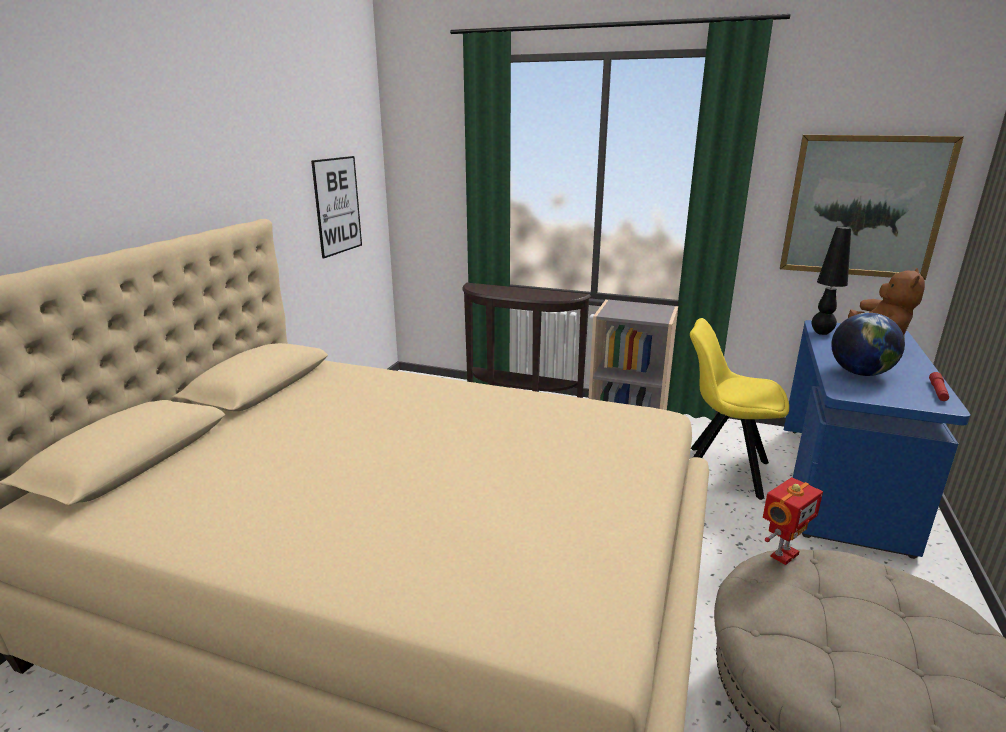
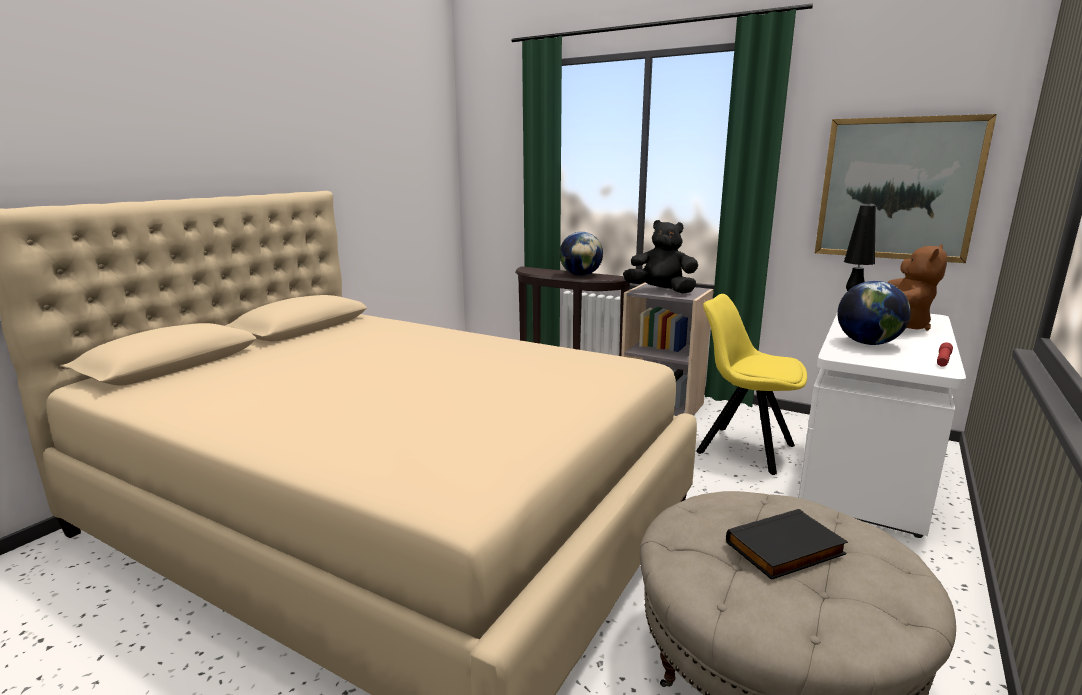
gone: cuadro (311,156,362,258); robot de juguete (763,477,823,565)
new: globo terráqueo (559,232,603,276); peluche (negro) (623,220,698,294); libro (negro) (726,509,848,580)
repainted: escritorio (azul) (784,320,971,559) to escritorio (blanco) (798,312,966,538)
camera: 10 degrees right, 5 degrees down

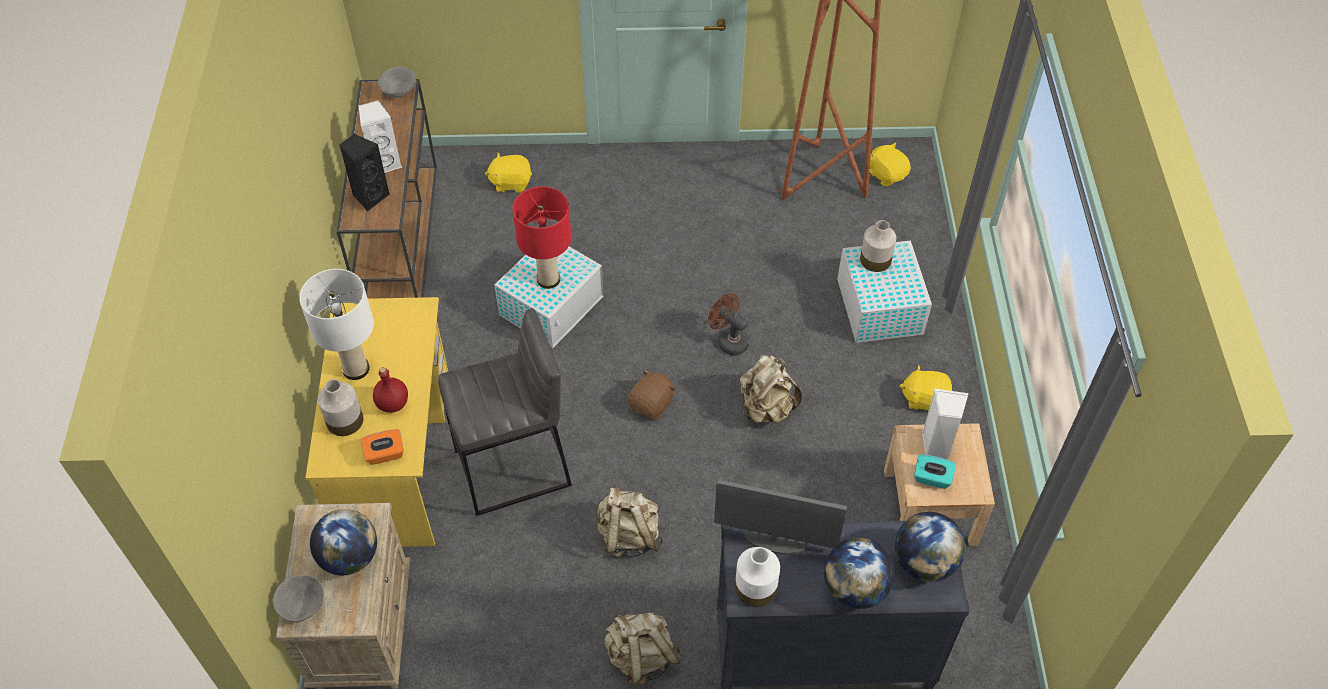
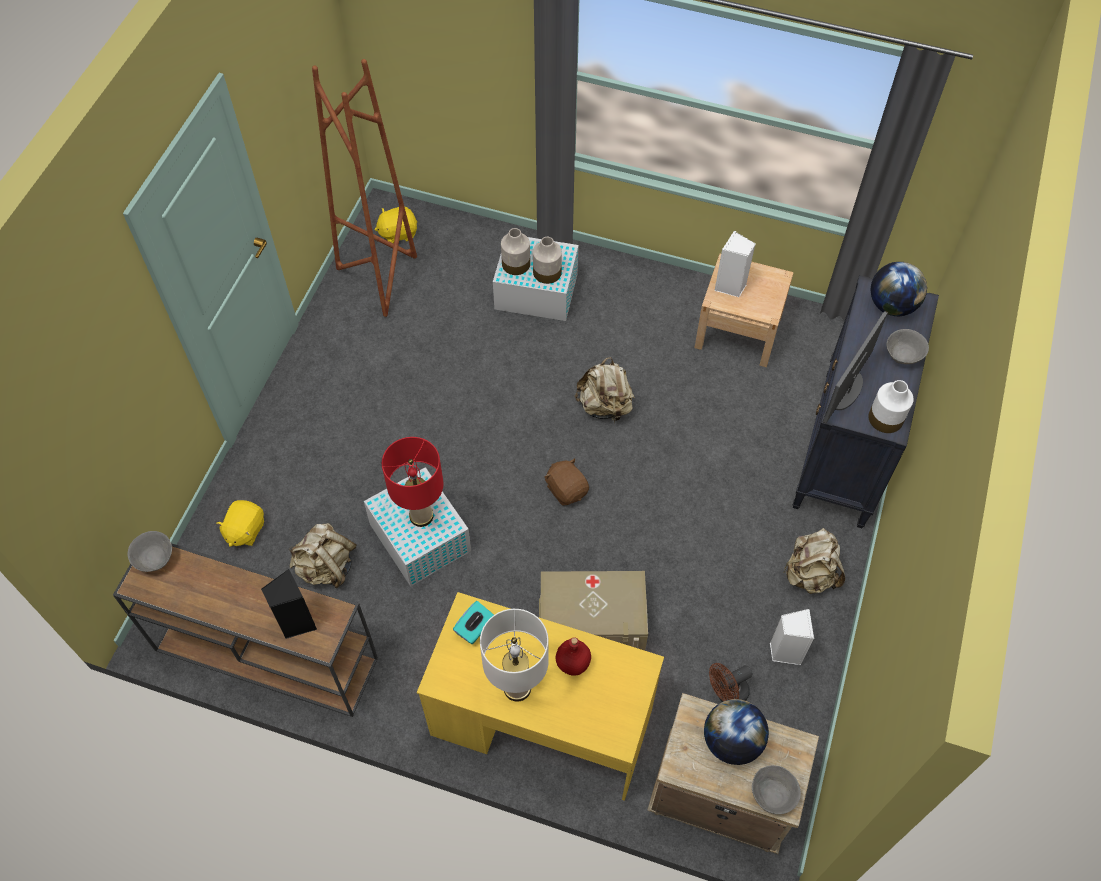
gone: caja de pañuelos (naranja) (360,429,404,465); peluche (amarillo) (900,365,952,410)
shifted: mochila (beis) (597,485,663,557) to (289,523,357,588); caja de pañuelos (turquesa) (914,454,956,489) to (453,601,494,644); florero (beis) (318,379,364,436) to (533,237,562,284); ventilador (marrón) (708,293,749,356) to (709,663,753,702); altavoz (blanco) (359,100,402,173) to (770,609,814,665)
swapped: taburete (gris) (438,308,572,516) to caja de almacenaje (beis) (539,571,648,651); globo terráqueo (824,538,895,609) to cuenco (gris) (886,329,929,364)
camera: 70 degrees left, 5 degrees up

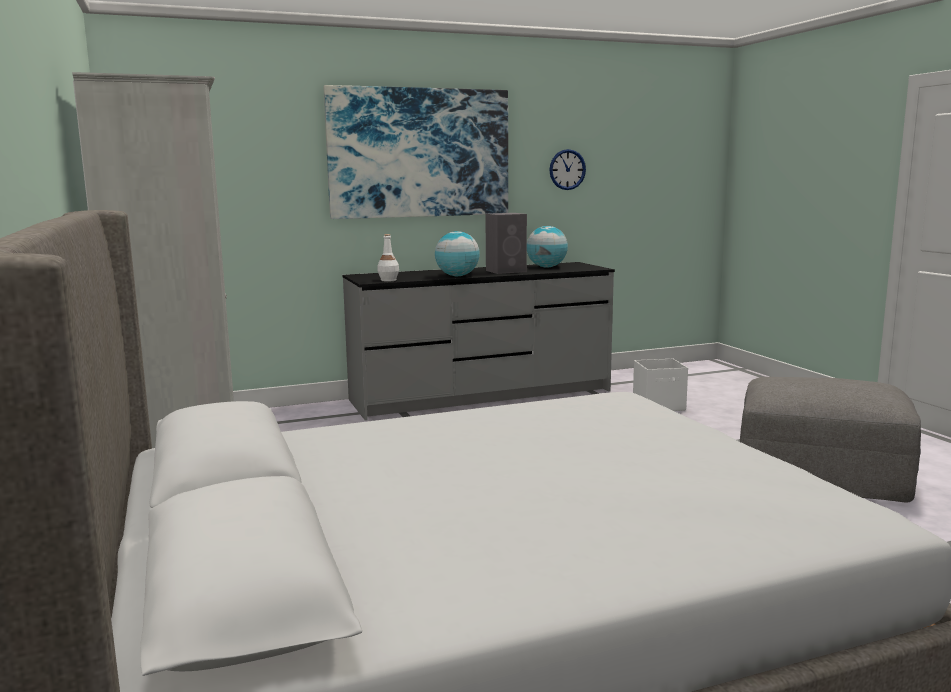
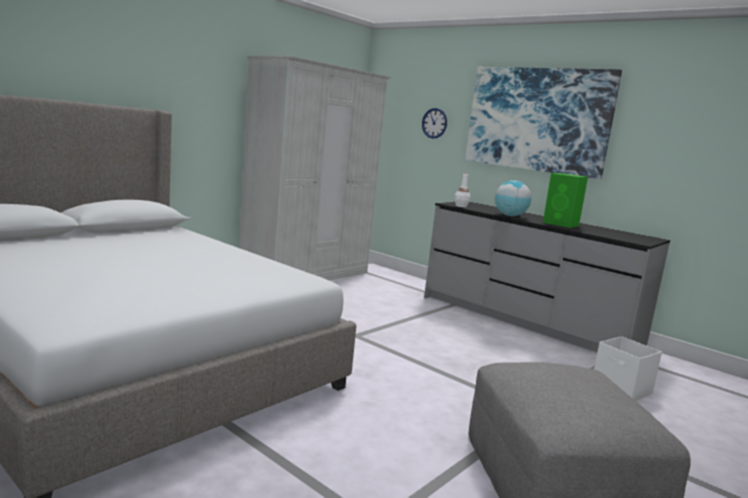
gone: globo terráqueo (527,226,568,267)
shifted: reloj de pared (549,149,586,190) to (422,108,447,138)
repainted: altavoz (gris) (485,213,527,274) to altavoz (verde) (543,173,588,228)
camera: 60 degrees right, 0 degrees up

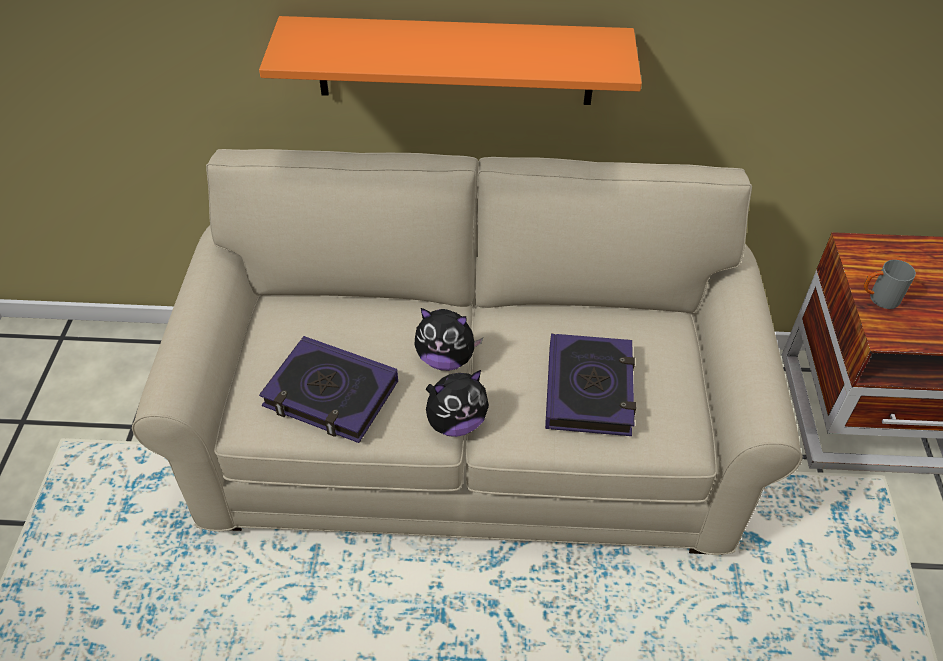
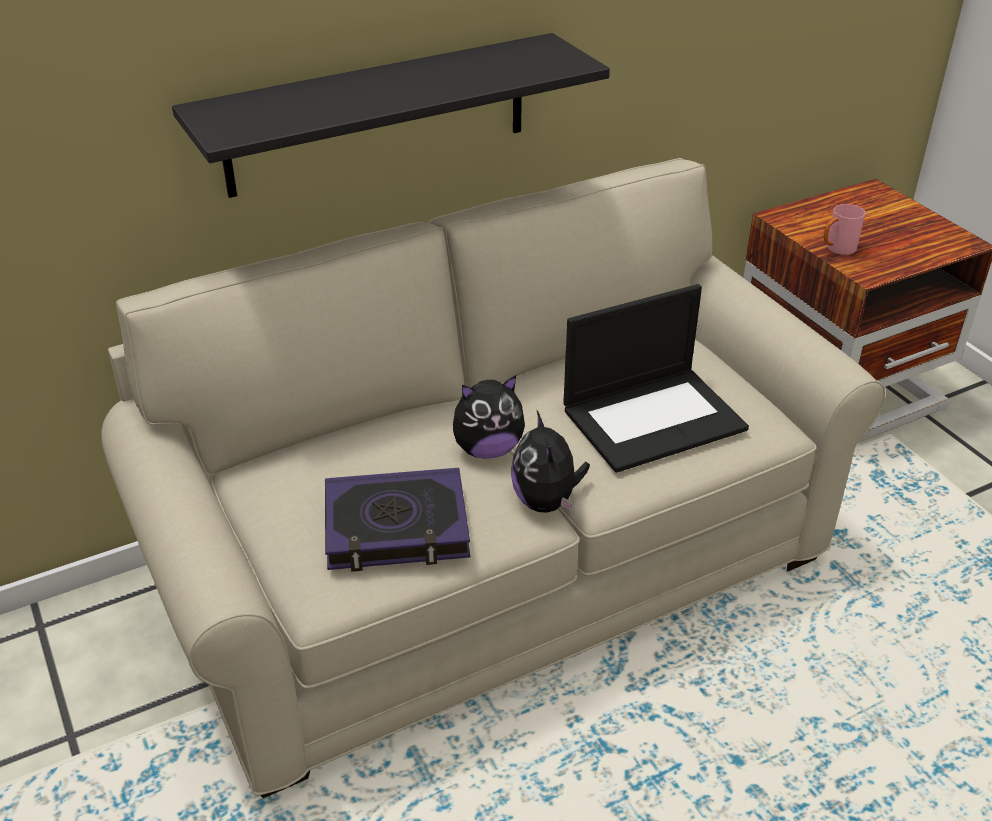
swapped: libro (545,334,636,436) to portátil (563,284,749,473)
repainted: estante (naranja) (259,16,642,105) to estante (negro) (172,33,610,198); taza grande (gris) (864,260,916,309) to taza grande (rosa) (824,204,865,255)
rotated: peluche (426,370,489,437) = (511,411,590,513) 135 degrees clockwise
camera: 30 degrees left, 10 degrees down

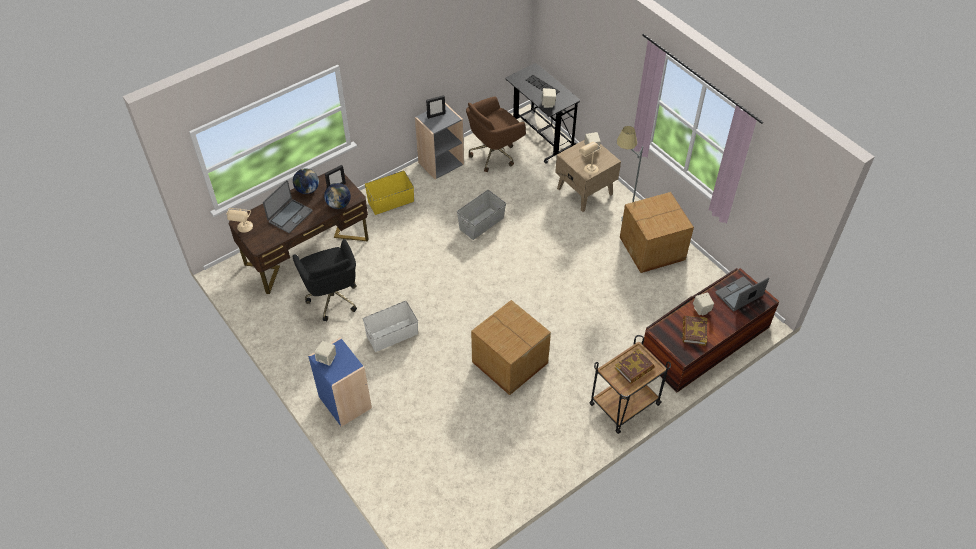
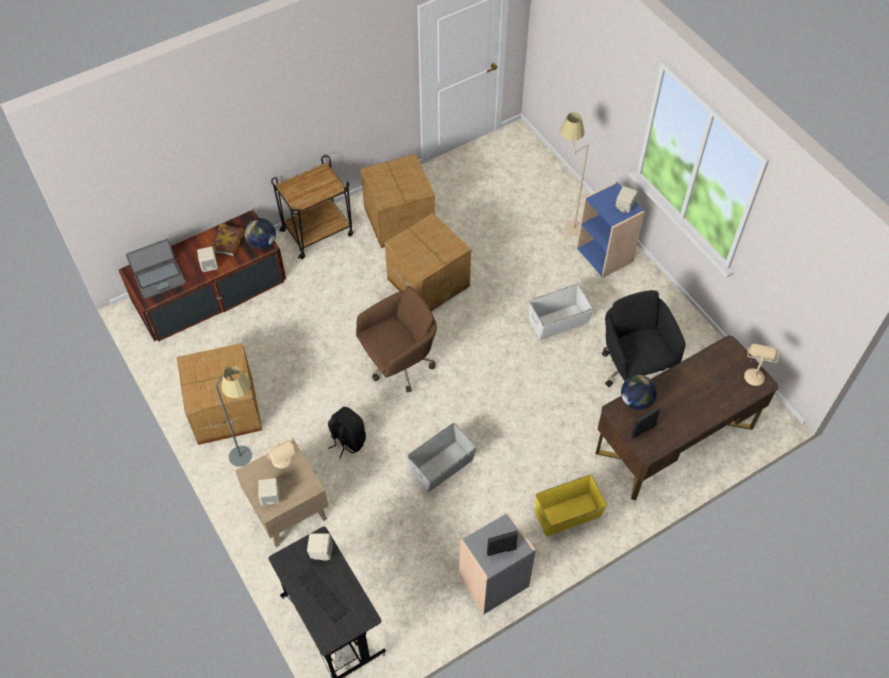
gone: portátil (263,180,313,233); libro (615,349,655,384)
new: mochila (negro) (328,407,366,458); caja de cartón (360,154,435,248); lámpara de pie (beis) (560,112,589,236)
shifted: globo terráqueo (293,168,319,194) to (245,218,276,249); silla de oficina (marrón) (466,96,526,172) to (356,286,437,393)
camera: 175 degrees left, 5 degrees up

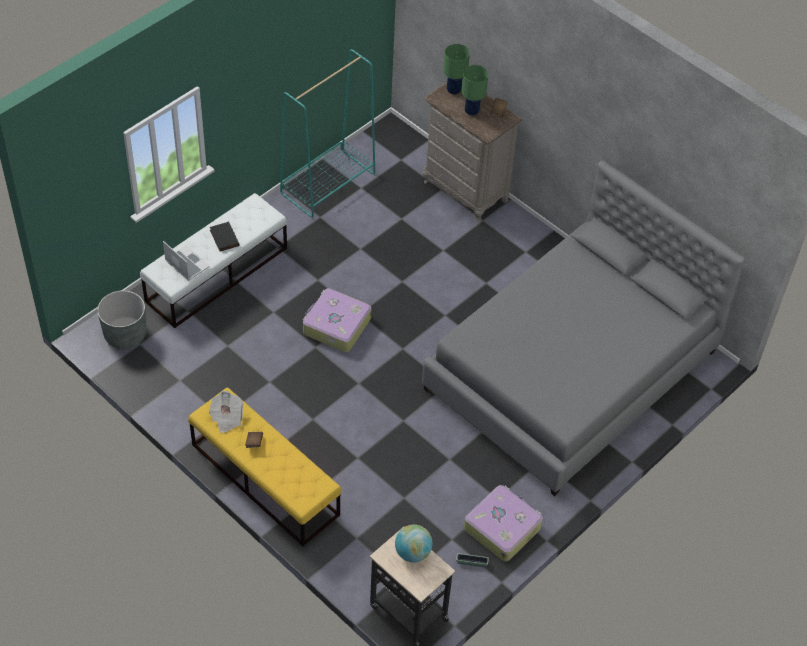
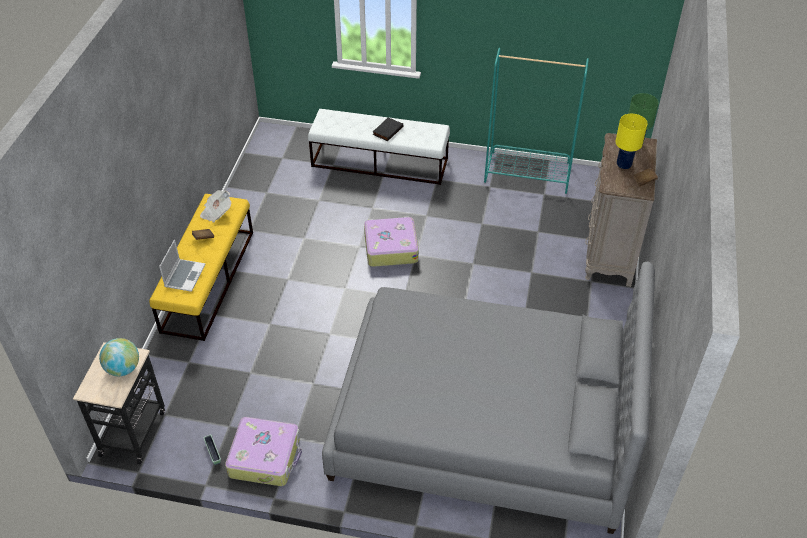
gone: maceta (gris) (97,290,147,349)
shifted: portátil (163,241,210,281) to (159,239,205,292)
repainted: lámpara de mesa (verde) (461,65,488,116) to lámpara de mesa (amarillo) (615,114,648,169)
camera: 60 degrees right, 5 degrees down

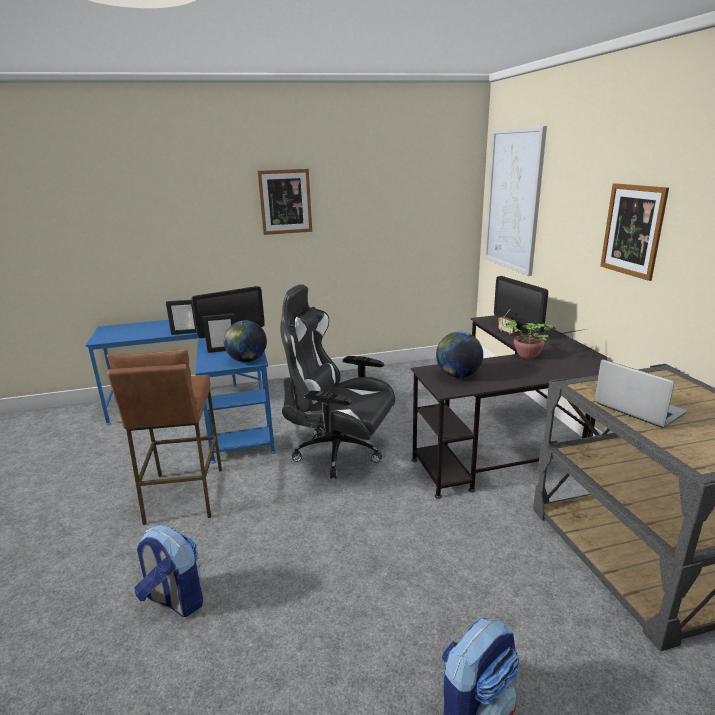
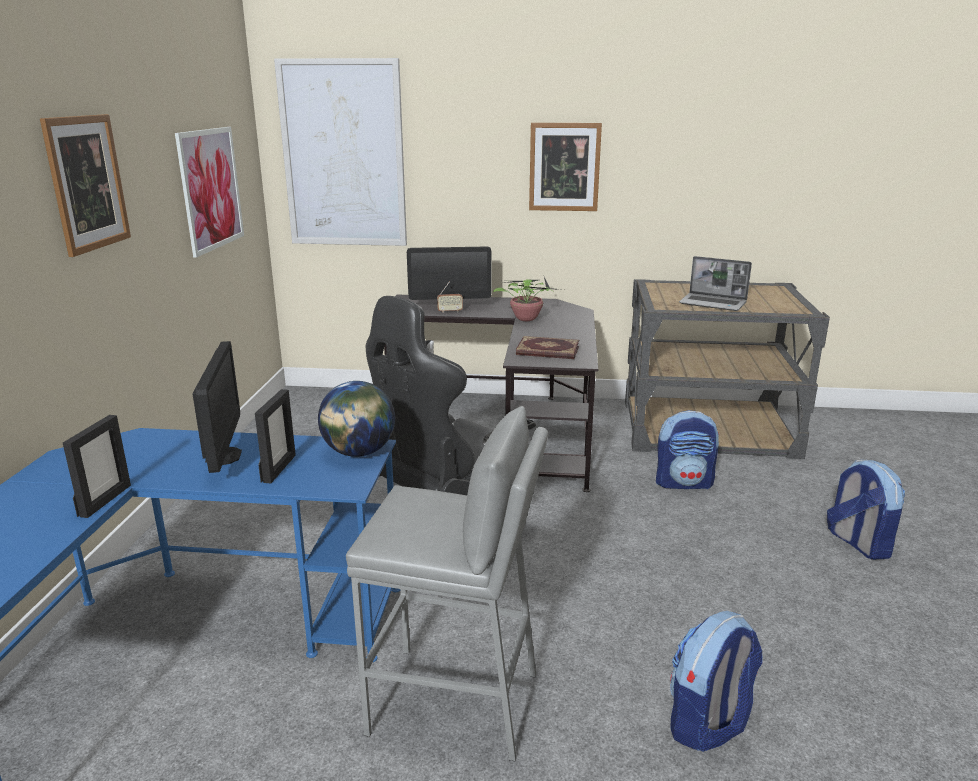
new: cuadro (175,127,244,258); mochila (656,410,719,489)
swapped: globo terráqueo (436,332,483,378) to libro (516,336,579,359)
repainted: taburete (marrón) (107,349,222,525) to taburete (gris) (346,406,548,762)
rotated: portátil (594,359,687,428) = (679,256,752,311) 135 degrees counterclockwise
camera: 70 degrees left, 0 degrees up

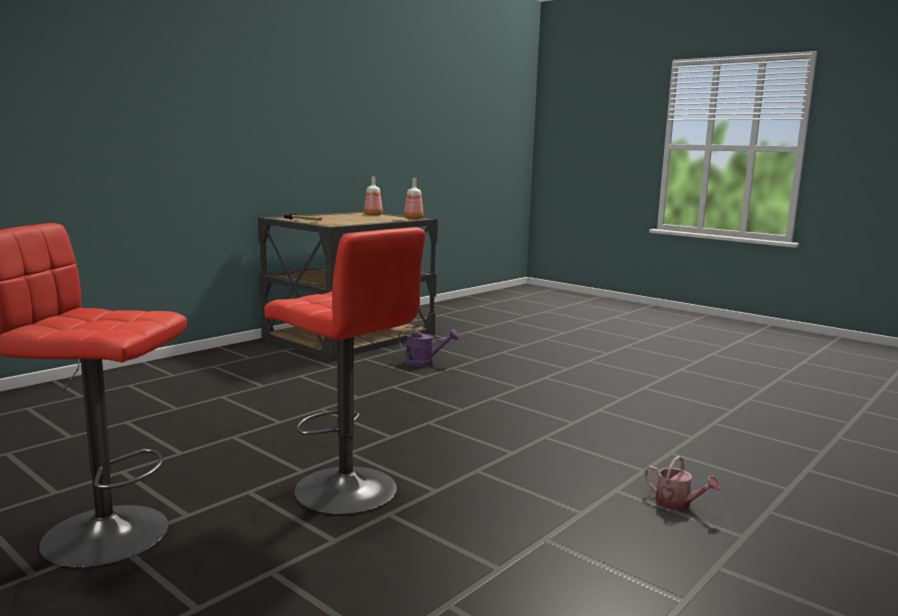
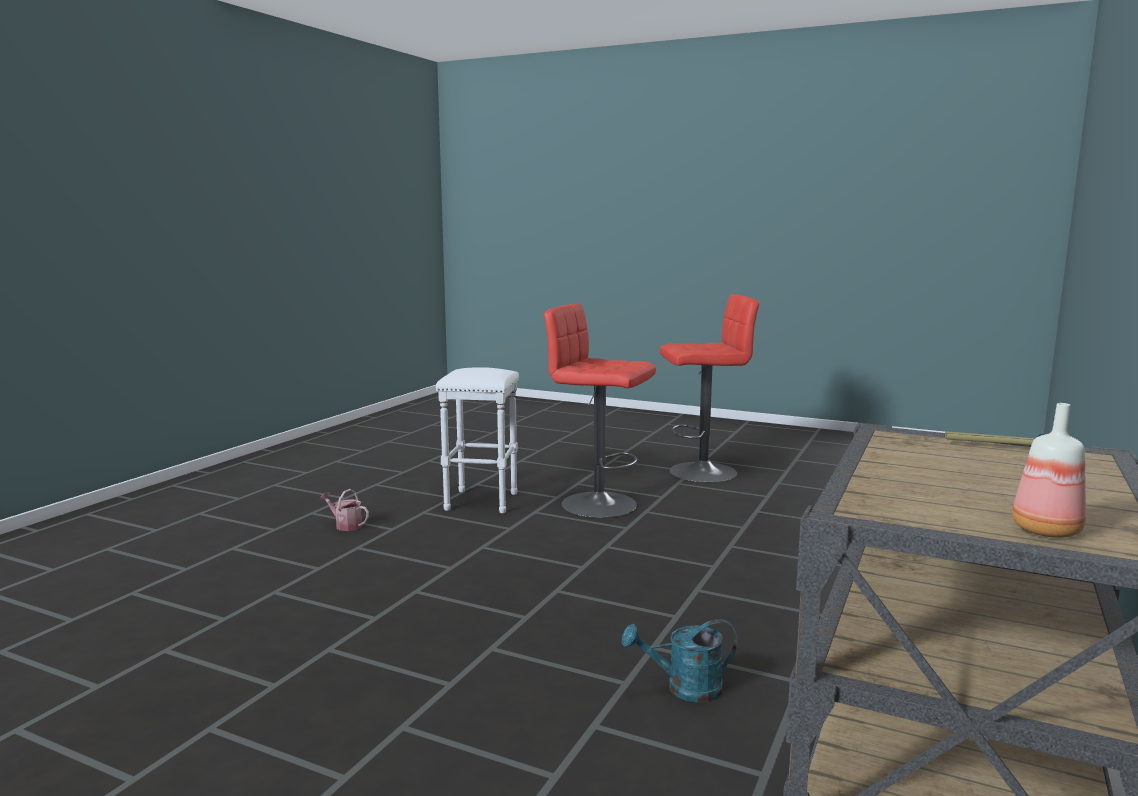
gone: botella (404,178,423,219)
new: taburete (blanco) (436,367,519,513)
repainted: regadera (morado) (399,327,459,367) to regadera (turquesa) (622,619,737,702)
camera: 165 degrees right, 0 degrees up

